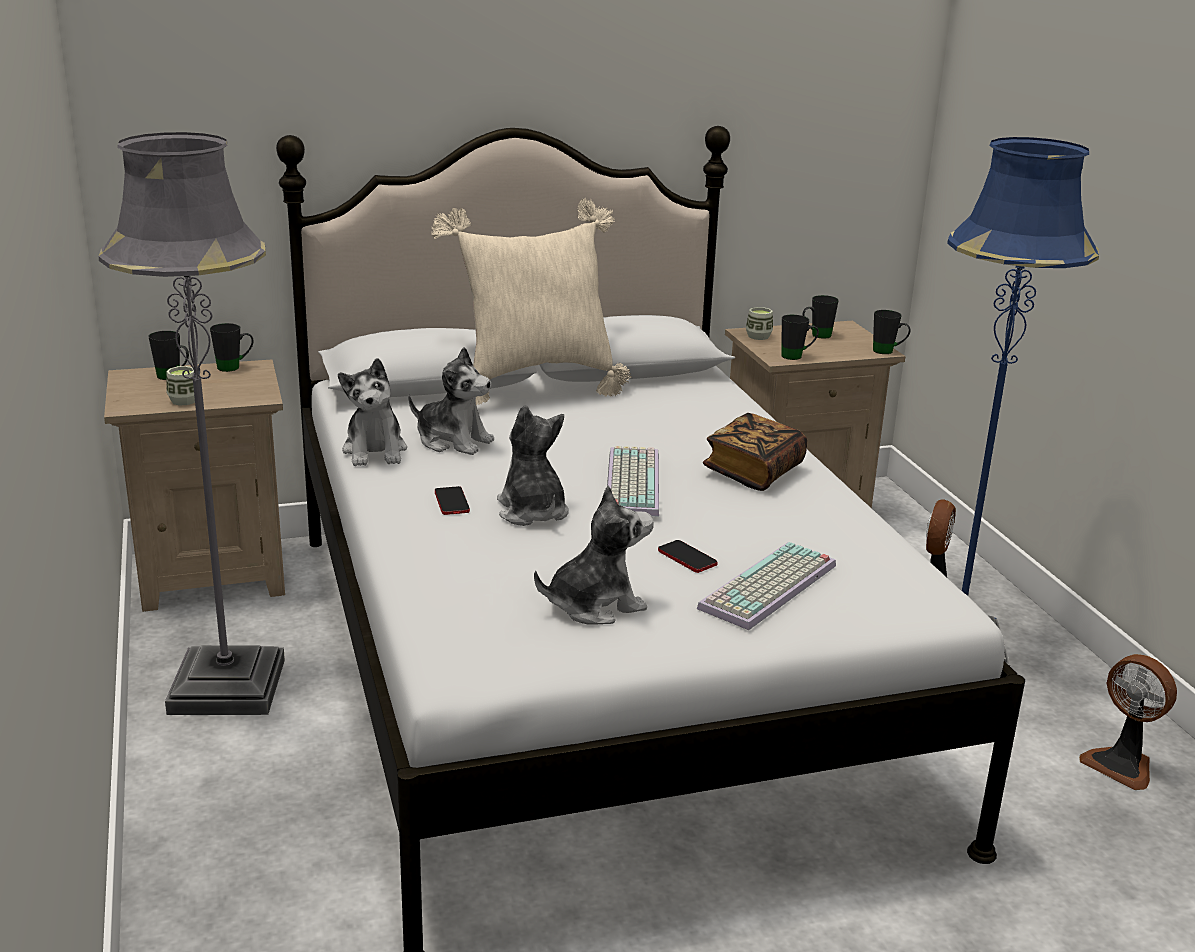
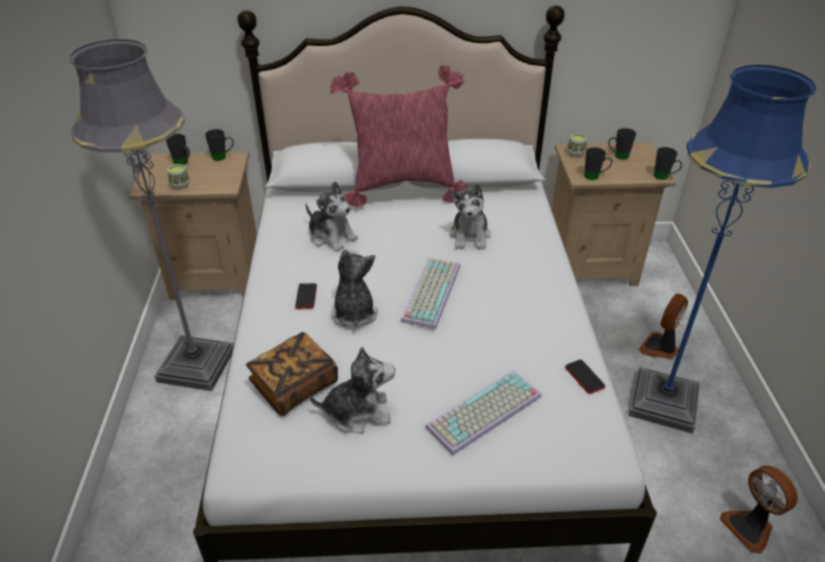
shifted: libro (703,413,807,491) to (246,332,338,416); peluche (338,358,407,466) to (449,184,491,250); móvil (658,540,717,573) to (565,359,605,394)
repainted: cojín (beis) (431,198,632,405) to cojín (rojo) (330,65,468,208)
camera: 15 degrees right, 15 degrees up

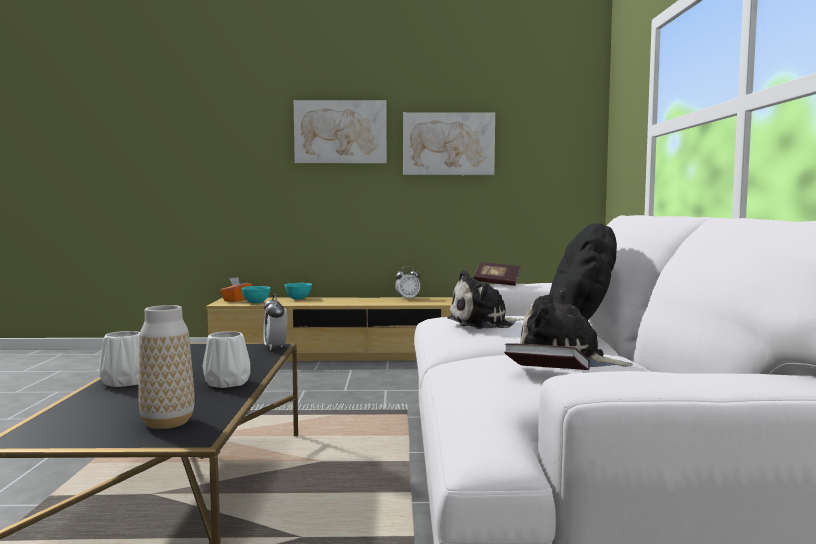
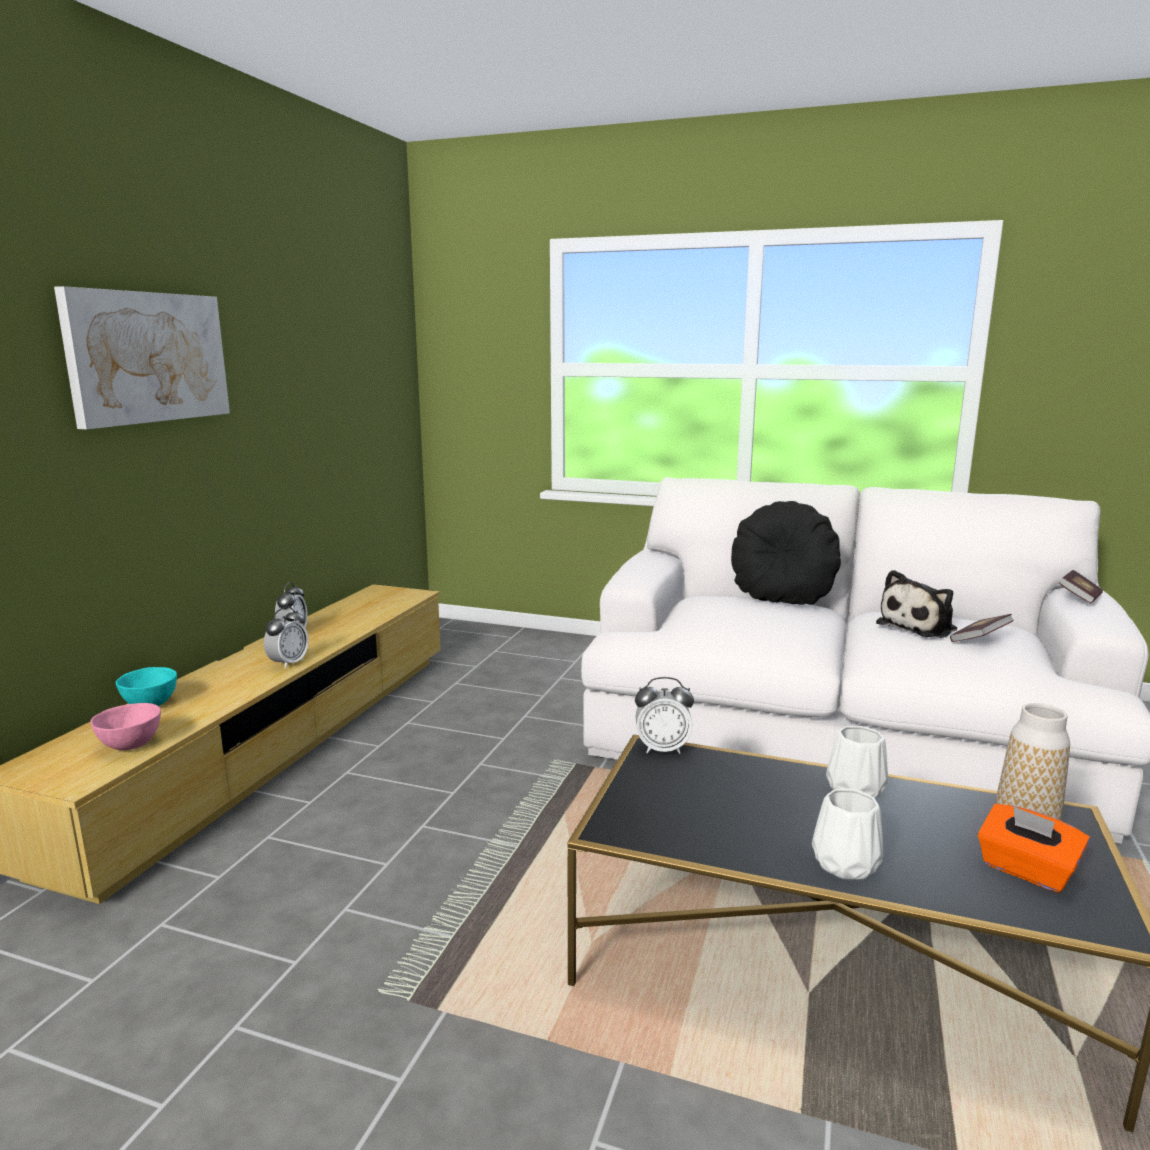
gone: cuadro (403,112,495,175); peluche (447,270,524,329)
new: despertador (264,607,309,669)
shifted: caja de pañuelos (naranja) (220,277,253,302) to (978,804,1090,893); libro (473,262,521,286) to (1059,570,1103,604)
repainted: cuenco (turquesa) (241,286,270,303) to cuenco (rosa) (90,703,161,750)
camera: 70 degrees left, 10 degrees up

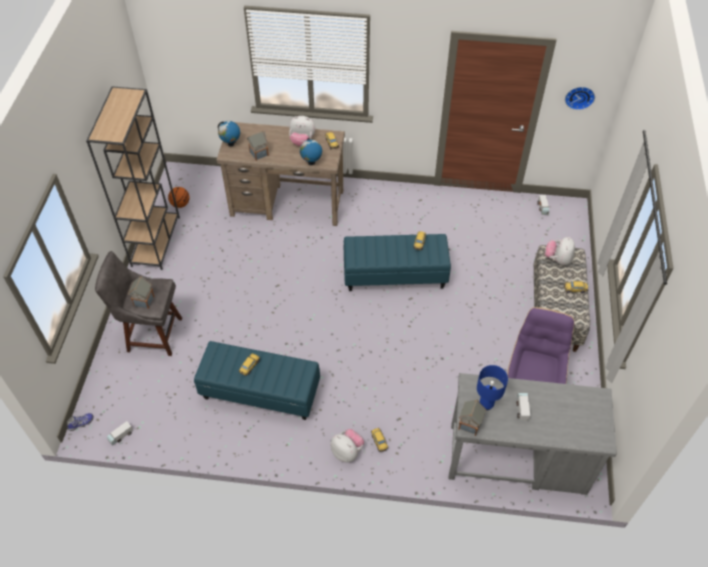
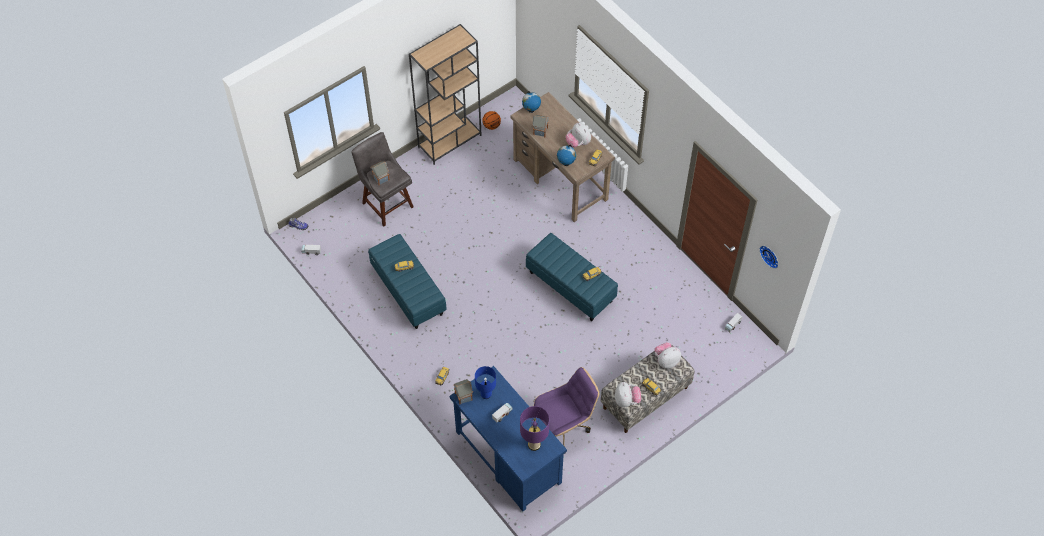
new: lámpara de mesa (morado) (520,406,549,451)
shifted: peluche (330,429,364,462) to (615,382,641,408)
repainted: escritorio (gris) (449,373,617,495) to escritorio (azul) (450,366,567,512)
camera: 45 degrees right, 5 degrees up

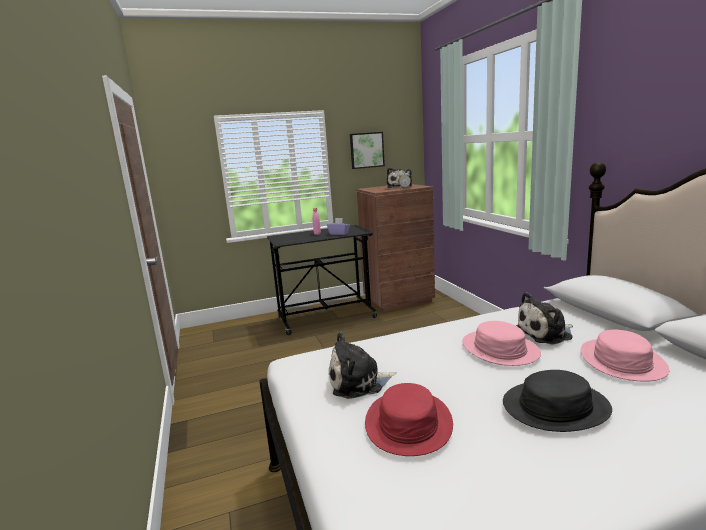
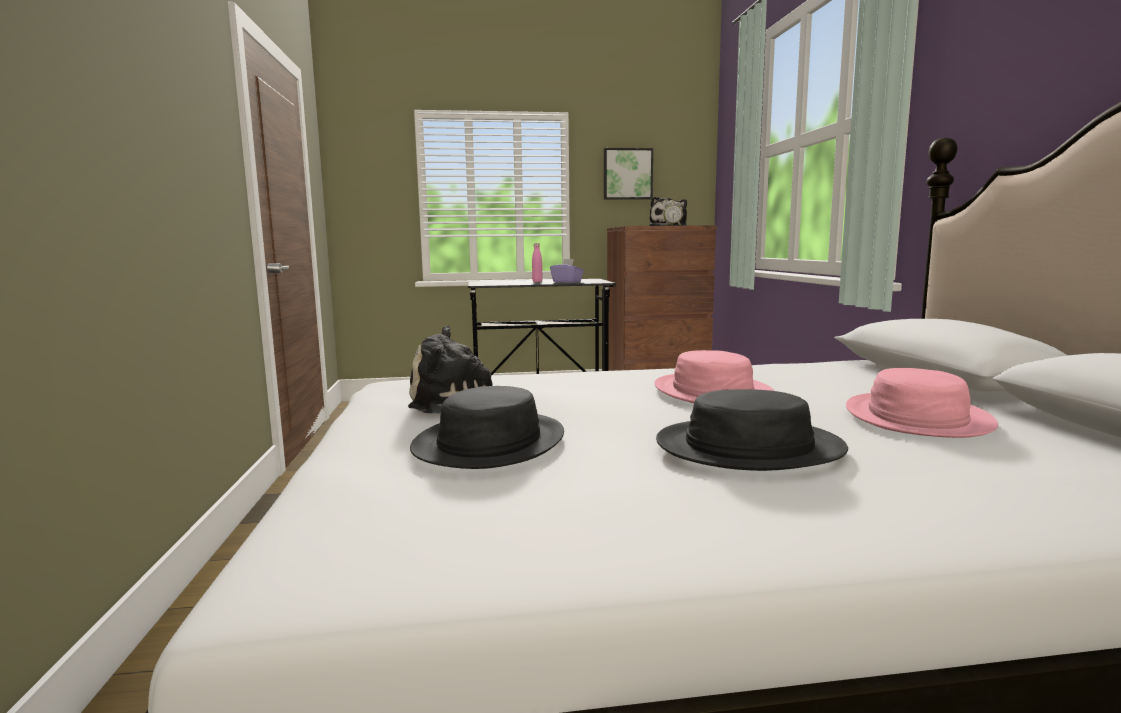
gone: peluche (516,292,573,344)
repainted: sombrero (rojo) (365,383,453,456) to sombrero (negro) (410,386,564,469)
camera: 10 degrees right, 5 degrees down

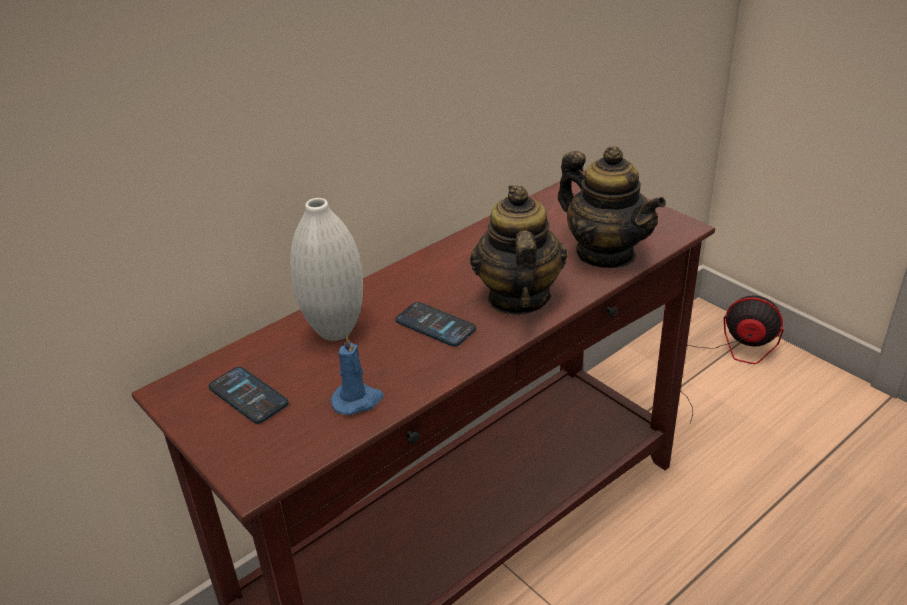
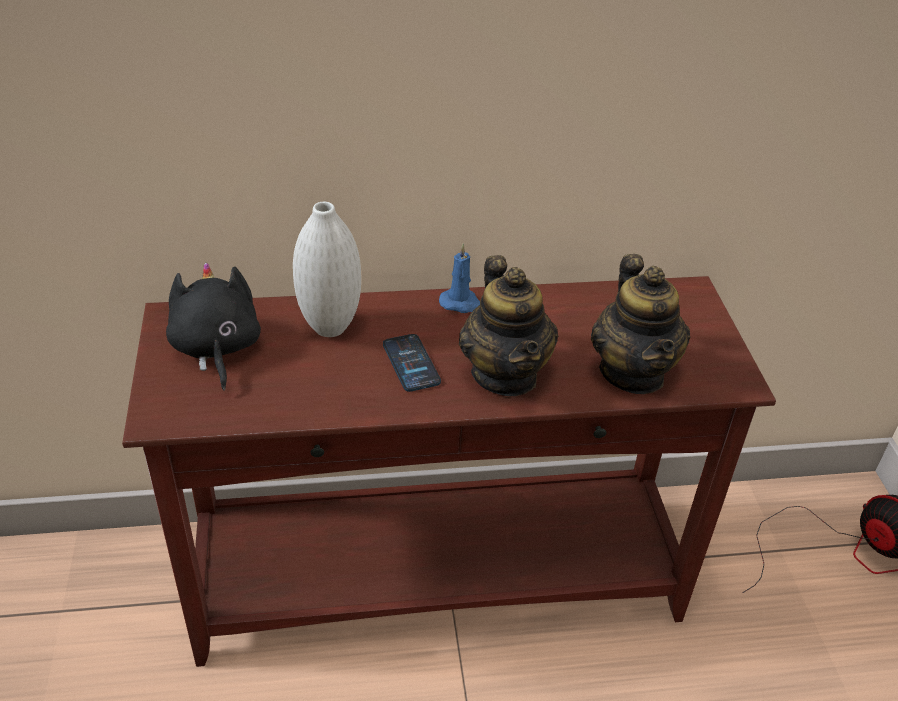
shifted: vela (azul) (330,334,384,415) to (439,243,480,313)
swapped: móvil (208,367,289,424) to peluche (negro) (166,263,261,390)
rotated: tetera (470,185,567,315) = (459,255,558,396) 135 degrees clockwise
camera: 30 degrees right, 5 degrees up

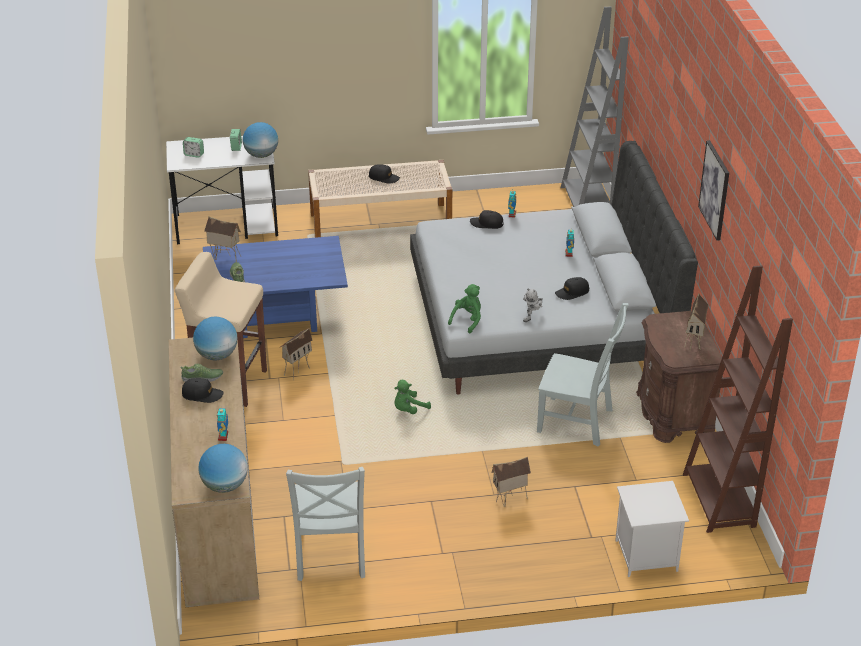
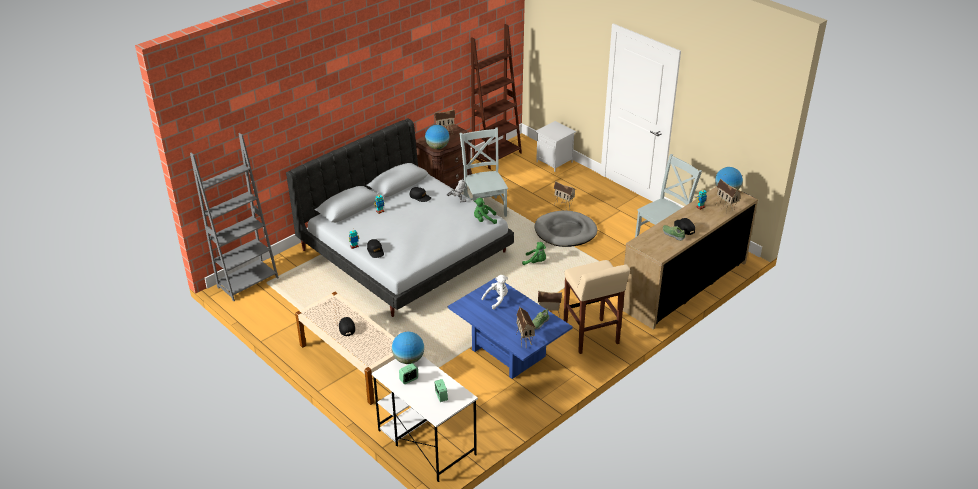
gone: cuadro (698,140,729,241)
new: peluche (blanco) (481,275,508,309); cama para perro (gris) (534,210,597,247); casita (714,178,740,215)
shifted: globo terráqueo (193,317,237,360) to (425,125,449,149)
camera: 125 degrees left, 0 degrees up

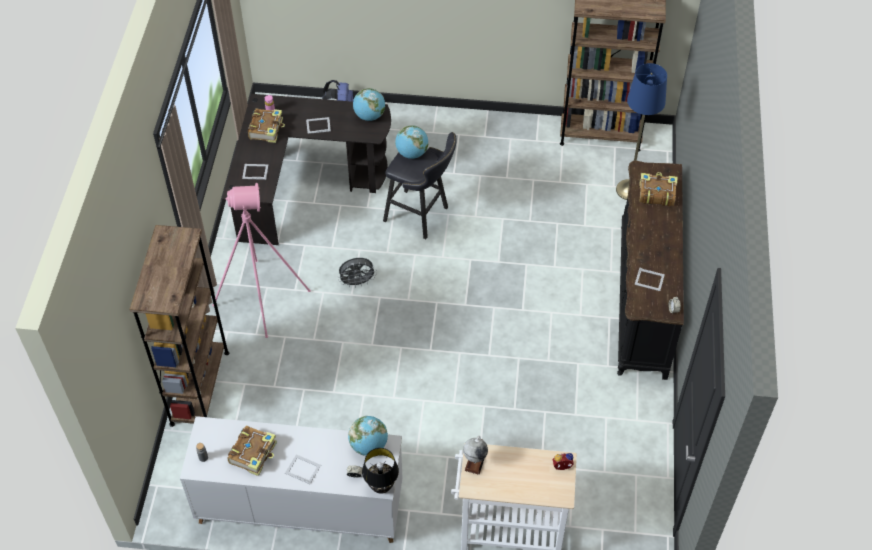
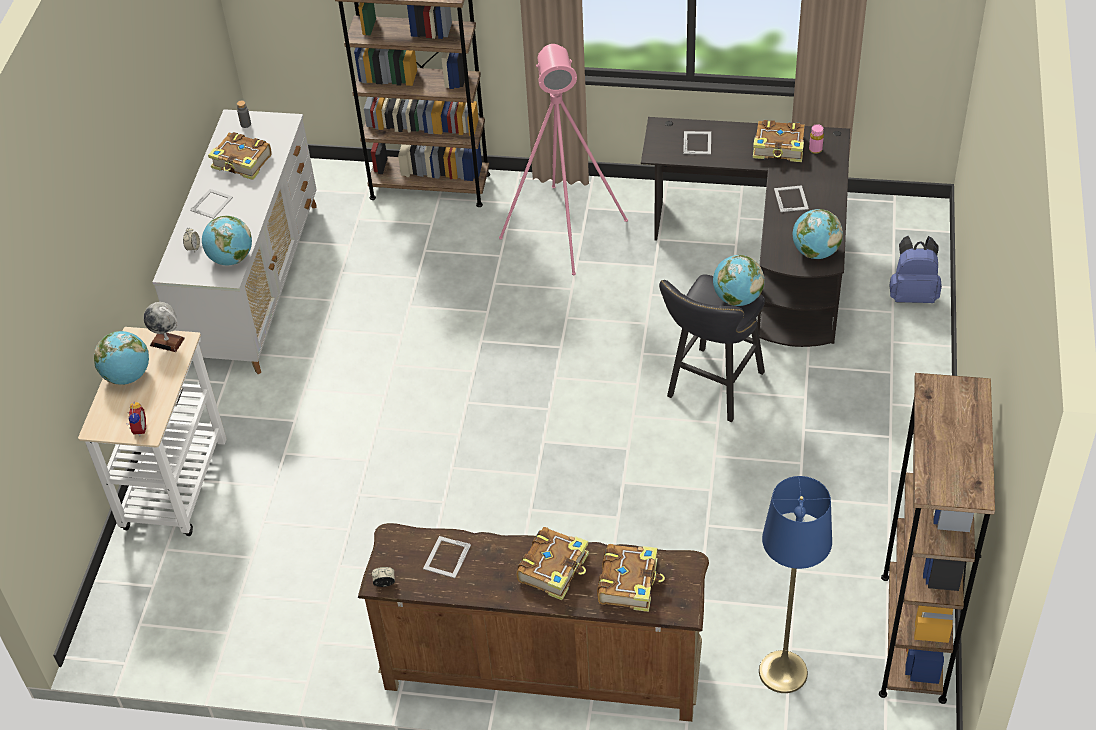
gone: ventilador (gris) (338,258,377,288); lámpara de mesa (negro) (362,448,399,494)
new: globo terráqueo (94,331,149,385); libro (516,527,589,600)
repainted: armario (negro) (617,161,684,380) to armario (beis) (358,523,709,722)
camera: 95 degrees right, 5 degrees down

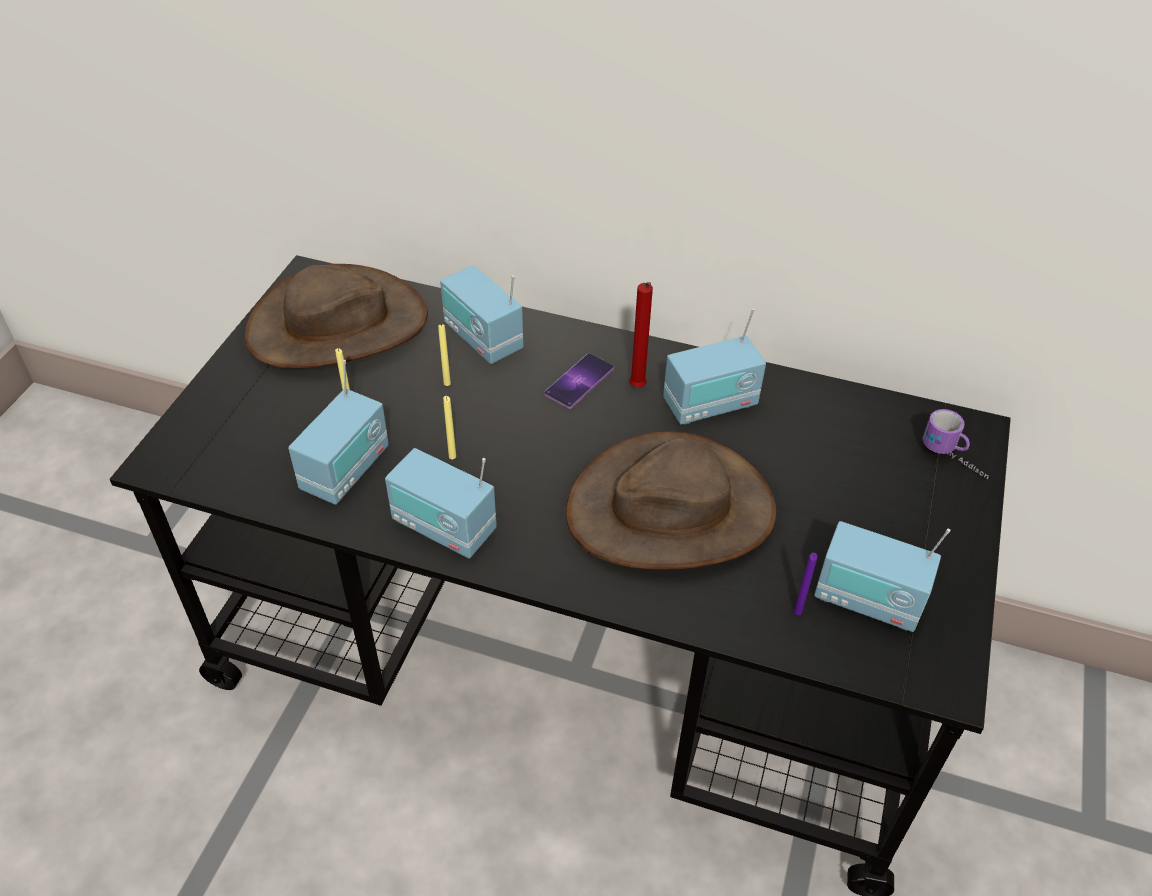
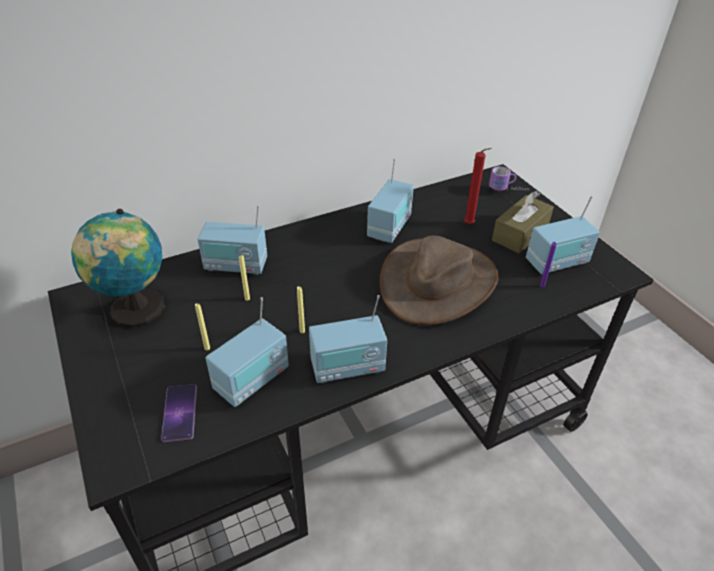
new: caja de pañuelos (marrón) (492,191,554,253)
shifted: móvil (544,353,614,409) to (161,384,197,442); vela (rojo) (629,282,653,387) to (464,148,492,224)
swapped: sombrero (marrón) (245,264,428,368) to globo terráqueo (71,209,165,327)
rotated: radio (288,360,389,505) = (205,297,289,407) 60 degrees clockwise
camera: 45 degrees left, 5 degrees down

